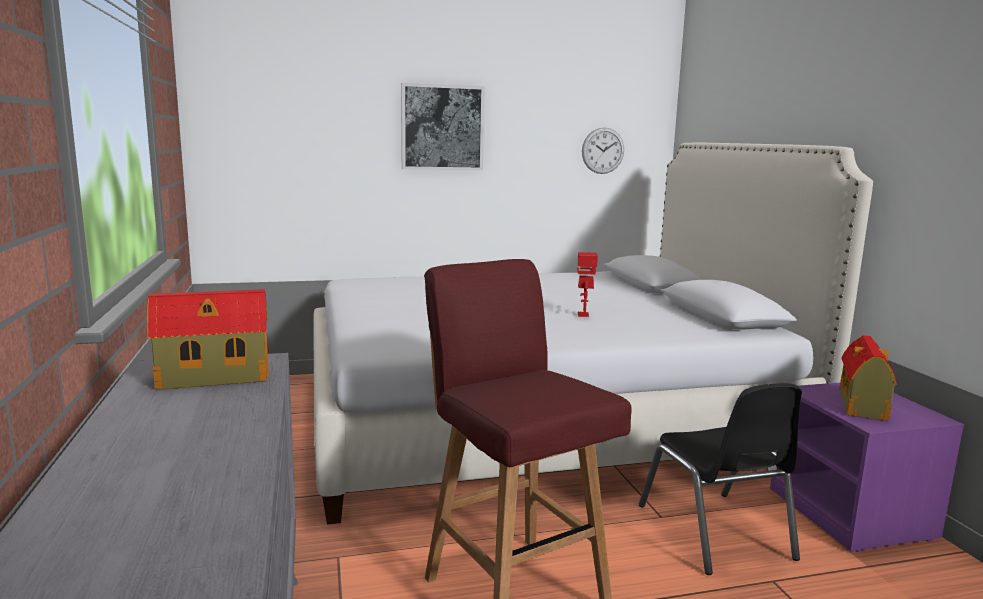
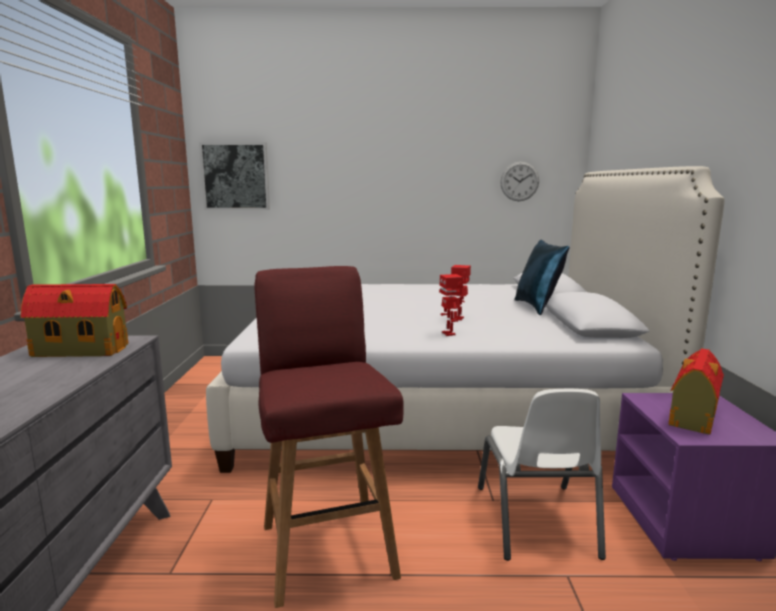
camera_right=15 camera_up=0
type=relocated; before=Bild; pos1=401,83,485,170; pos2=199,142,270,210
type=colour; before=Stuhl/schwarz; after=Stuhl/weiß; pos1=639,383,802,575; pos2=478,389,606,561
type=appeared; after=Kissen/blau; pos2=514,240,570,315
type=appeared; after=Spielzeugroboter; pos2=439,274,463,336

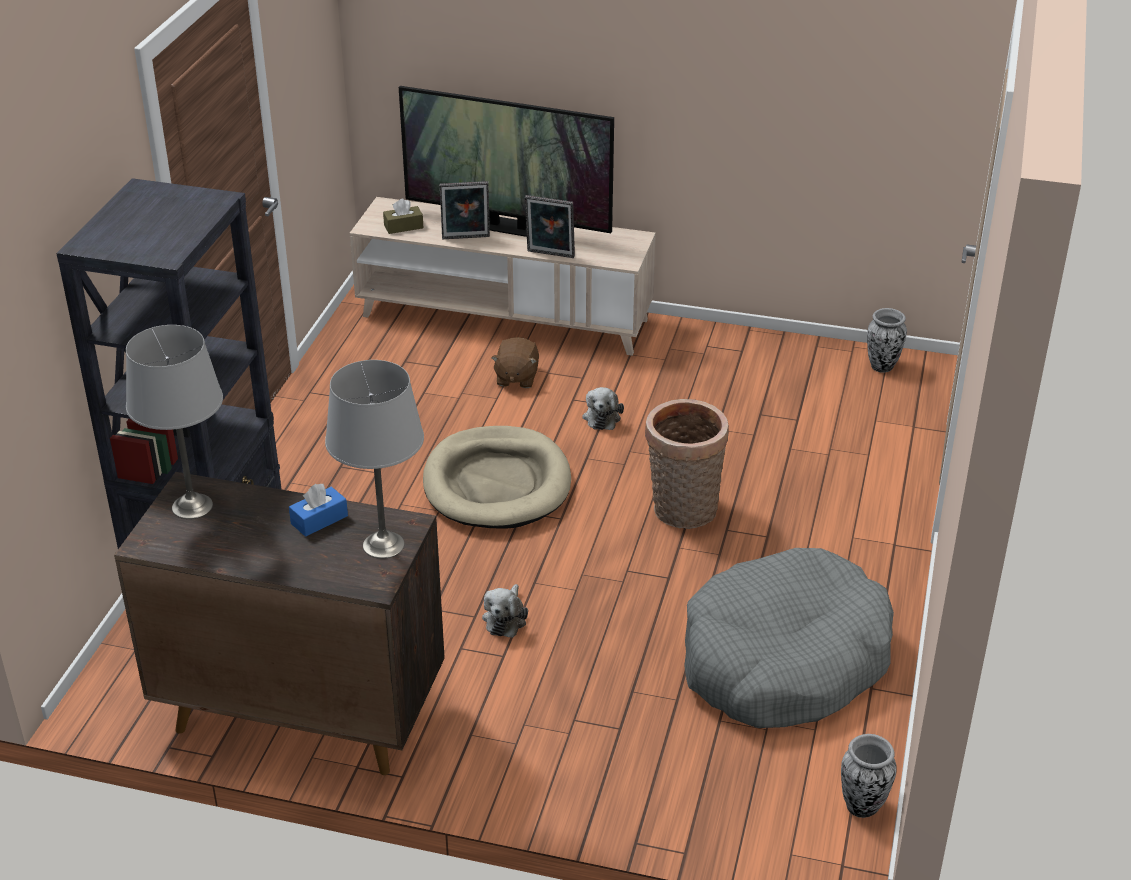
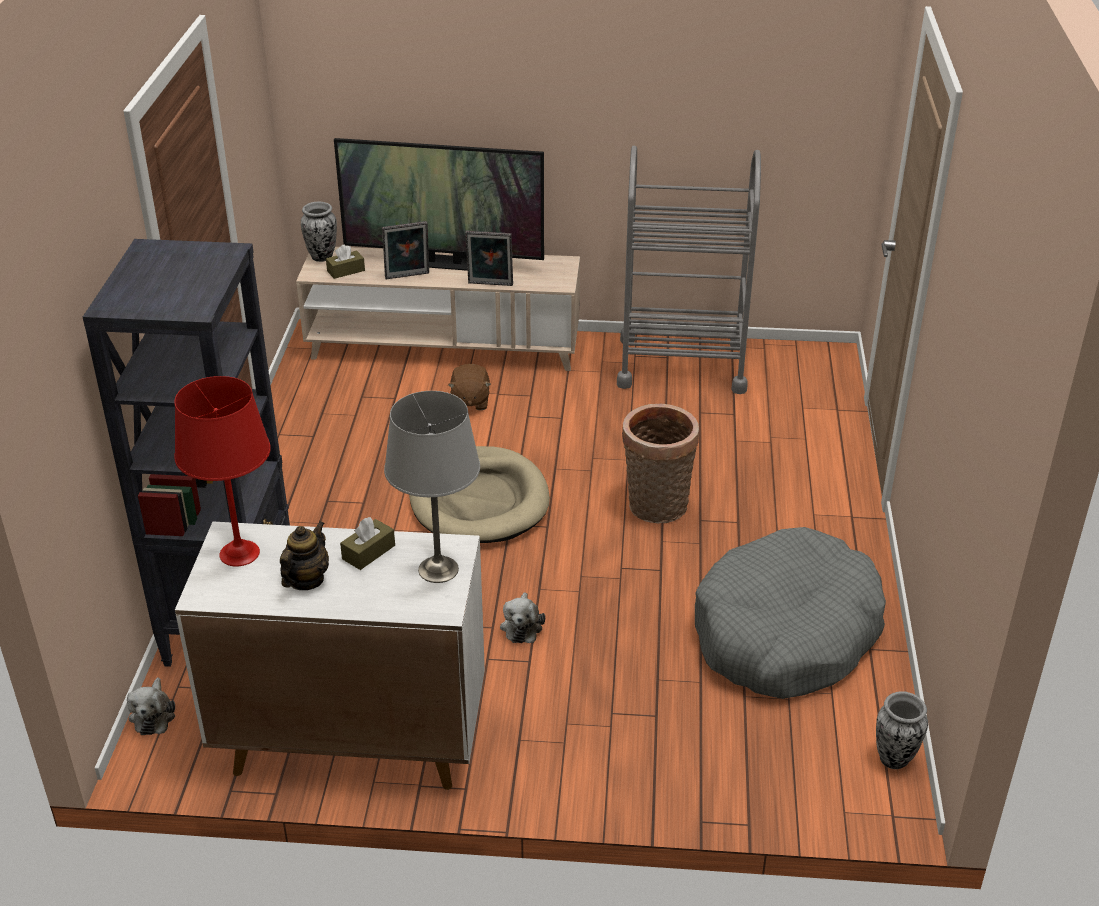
camera_right=-10 camera_up=0
type=relocated; before=Vase; pos1=867,308,907,373; pos2=301,202,337,262
type=colour; before=Tischlampe/grau; after=Tischlampe/rot; pos1=126,325,223,519; pos2=174,376,271,567
type=relocated; before=Plüschtier; pos1=582,387,624,430; pos2=127,678,175,735
type=colour; before=Schrank/braun; after=Schrank/weiß; pos1=114,472,445,775; pos2=175,522,485,790
type=colour; before=Taschentuchbox/blau; after=Taschentuchbox/braun; pos1=289,484,348,537; pos2=340,517,395,570
type=appeared; after=Rollwagen/grau; pos2=617,145,761,394
type=appeared; after=Teekanne; pos2=280,521,329,590

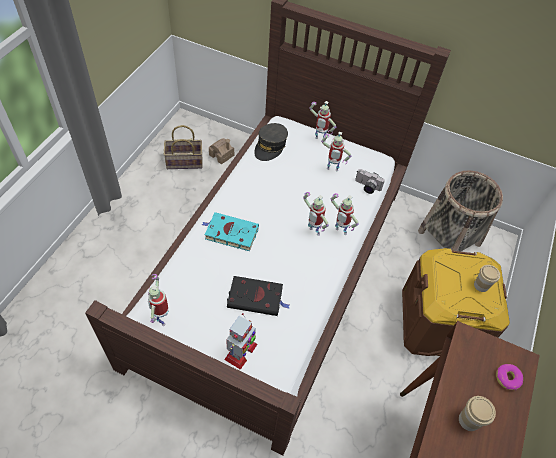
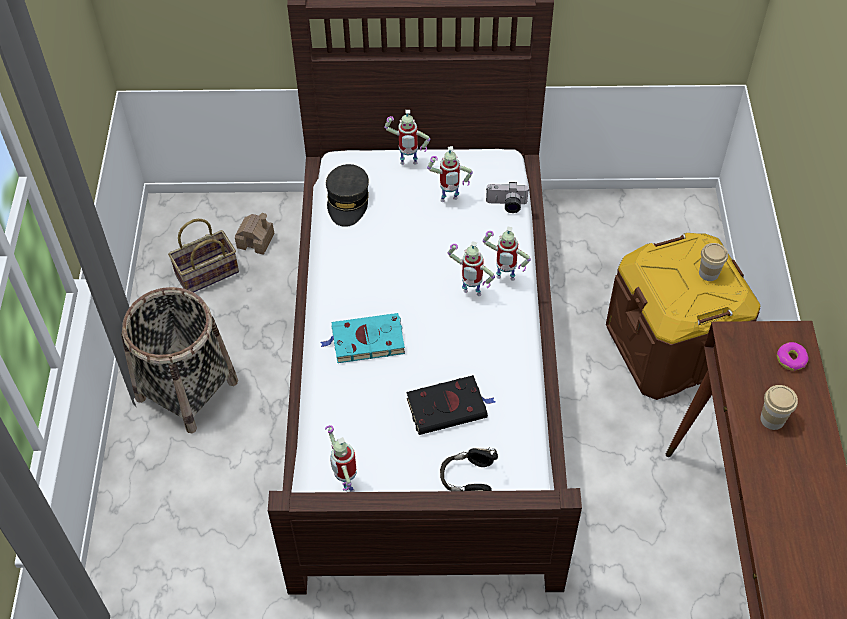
camera_right=-20 camera_up=0
type=relocated; before=Korb; pos1=418,170,503,252; pos2=121,287,238,433
type=exchanged; before=Spielzeugroboter; after=Kopfhörer/schwarz; pos1=224,313,258,370; pos2=440,447,498,491

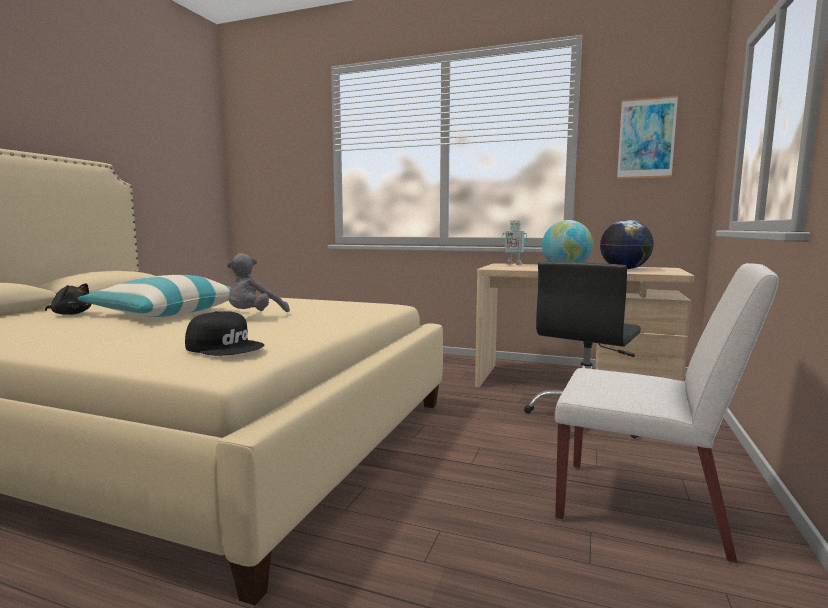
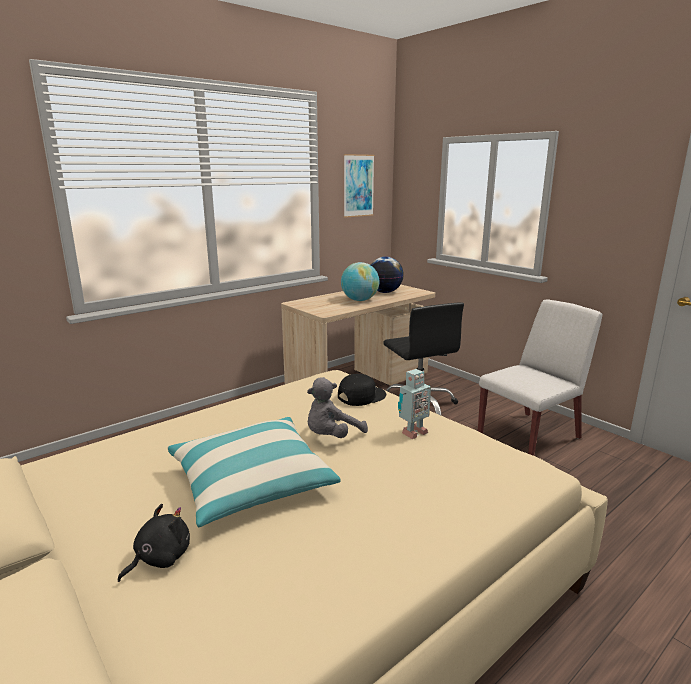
camera_right=-60 camera_up=10
type=relocated; before=Spielzeugroboter; pos1=502,221,527,265; pos2=398,369,431,439
type=spun; before=Plüschtier/grau; pos1=227,253,290,312; pos2=307,377,368,438; turn=75
type=relocated; before=Kappe/schwarz; pos1=185,311,264,356; pos2=338,374,386,406

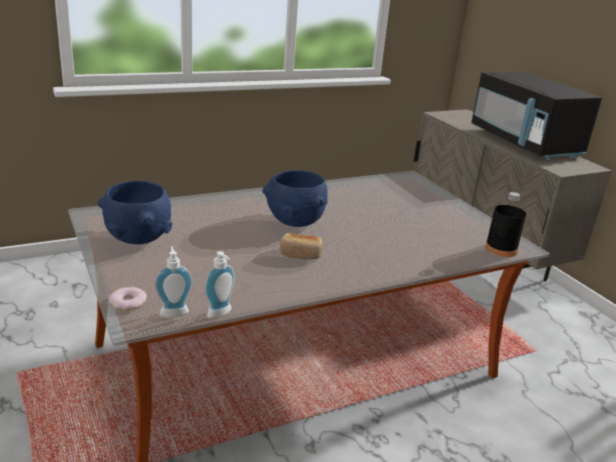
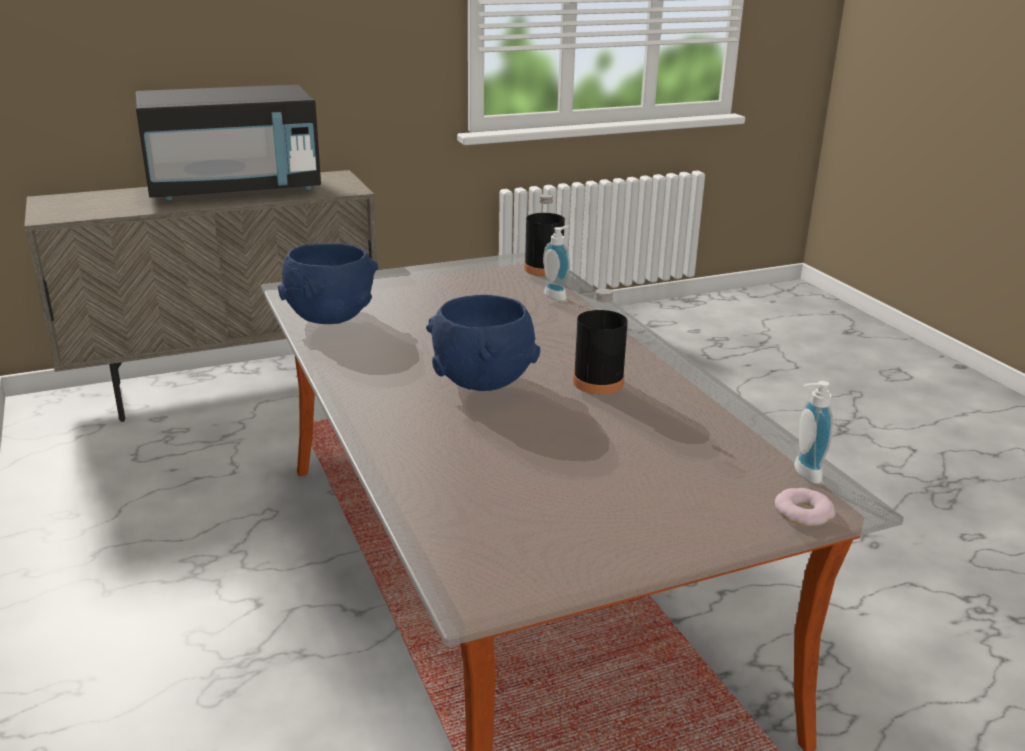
camera_right=-85 camera_up=0
type=relocated; before=Schüssel/blau; pos1=98,181,172,244; pos2=278,243,378,324
type=exchanged; before=Brot; after=Flasche/schwarz; pos1=280,233,322,259; pos2=573,288,628,394
type=relocated; before=Seifenspender; pos1=205,251,235,318; pos2=543,226,570,301

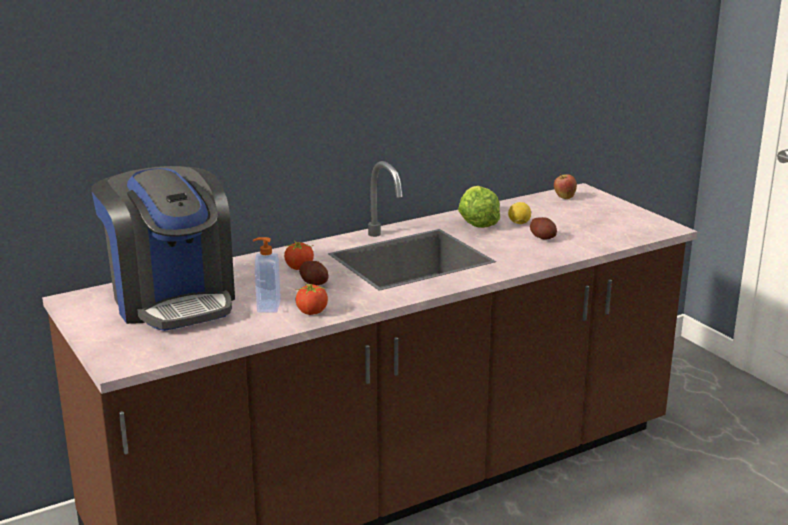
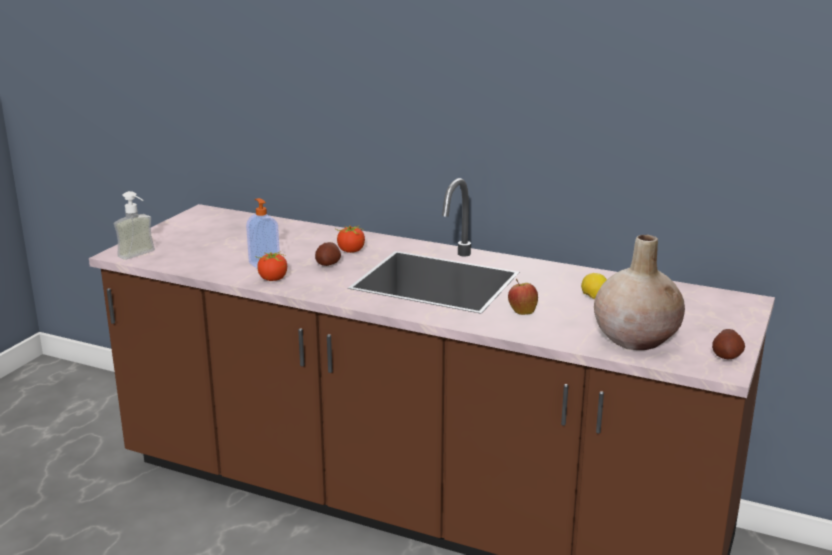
camera_right=55 camera_up=0
type=missing; before=Kaffeemaschine; pos1=91,166,235,331
type=relocated; before=Apfel; pos1=554,174,577,199; pos2=508,279,538,315
type=missing; before=Salatkopf; pos1=458,186,500,228
type=relocated; before=Kartoffel; pos1=530,217,557,240; pos2=712,329,745,359
type=appeared; after=Seifenspender; pos2=114,191,155,260
type=appeared; after=Vase/beige; pos2=594,235,685,350

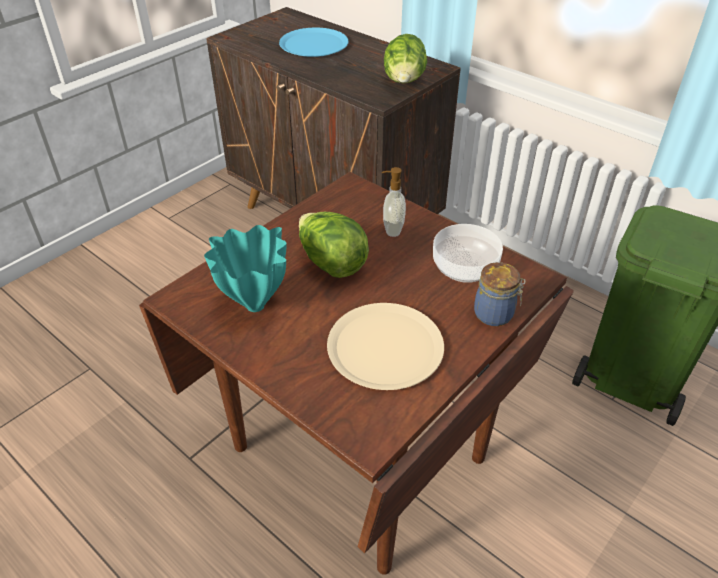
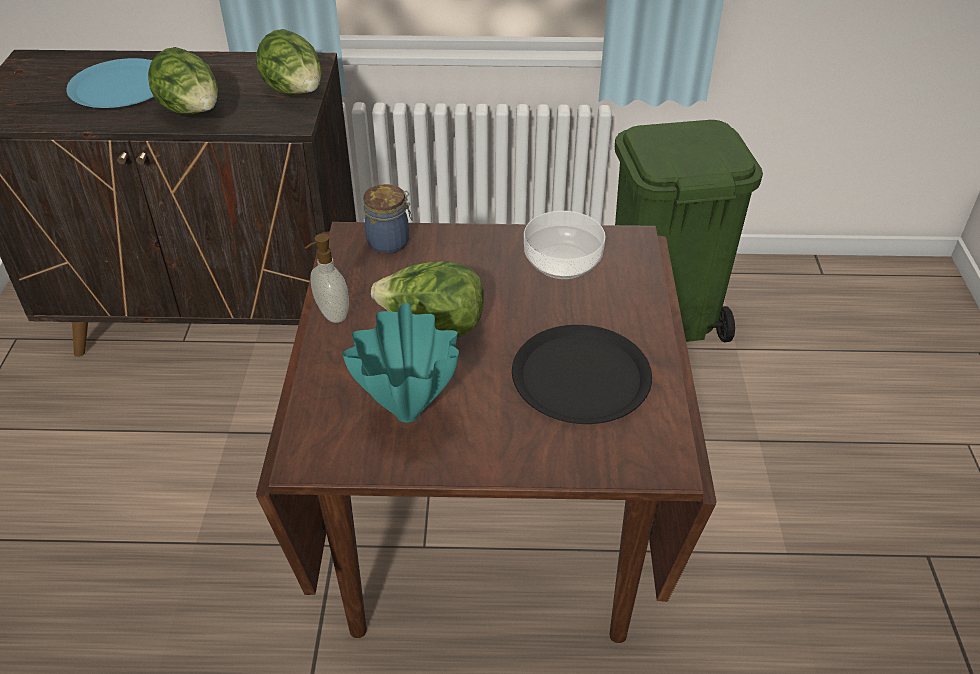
camera_right=-40 camera_up=0
type=relocated; before=Seifenspender; pos1=382,167,406,237; pos2=305,233,349,323
type=relocated; before=Vorratsglas; pos1=474,262,526,326; pos2=363,184,412,254
type=colour; before=Teller/beige; after=Teller/schwarz; pos1=327,303,444,390; pos2=512,325,652,424
type=appeared; after=Salatkopf; pos2=148,47,218,115

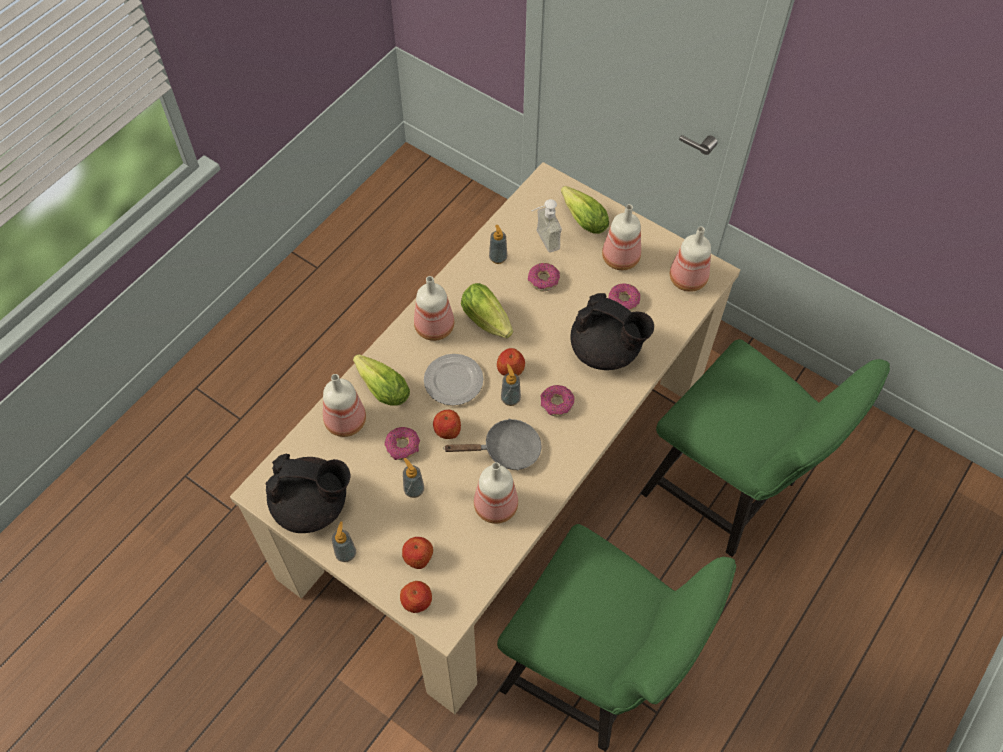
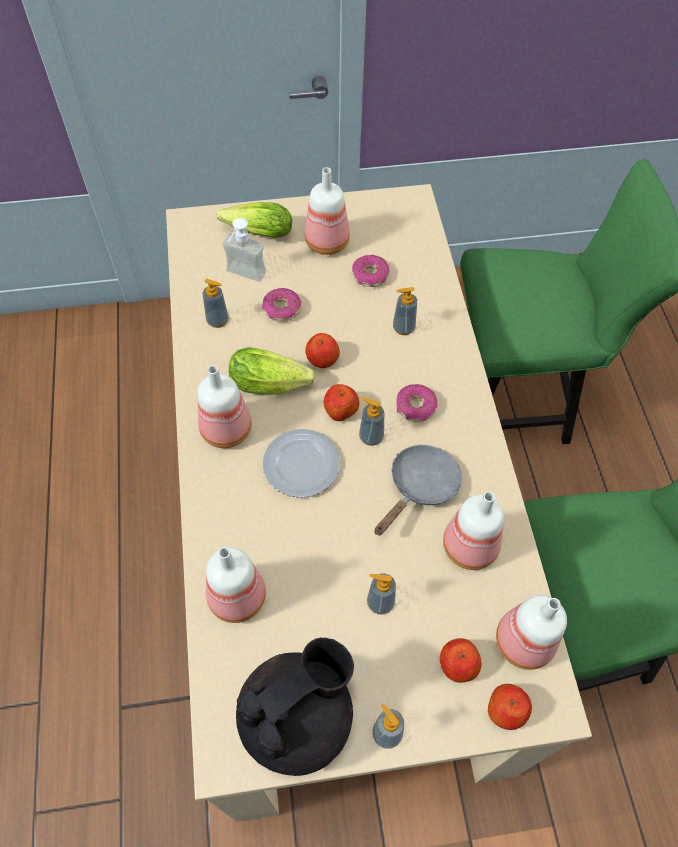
camera_right=-45 camera_up=0
type=relocated; before=Flasche; pos1=670,226,711,292; pos2=496,595,567,670
type=exchanged; before=Teekanne/schwarz; after=Seifenspender; pos1=570,293,654,370; pos2=393,287,417,335
type=missing; before=Salatkopf; pos1=353,354,410,406
type=relocated; before=Apfel; pos1=433,410,461,439; pos2=305,333,340,368
type=missing; before=Donut; pos1=384,427,420,460

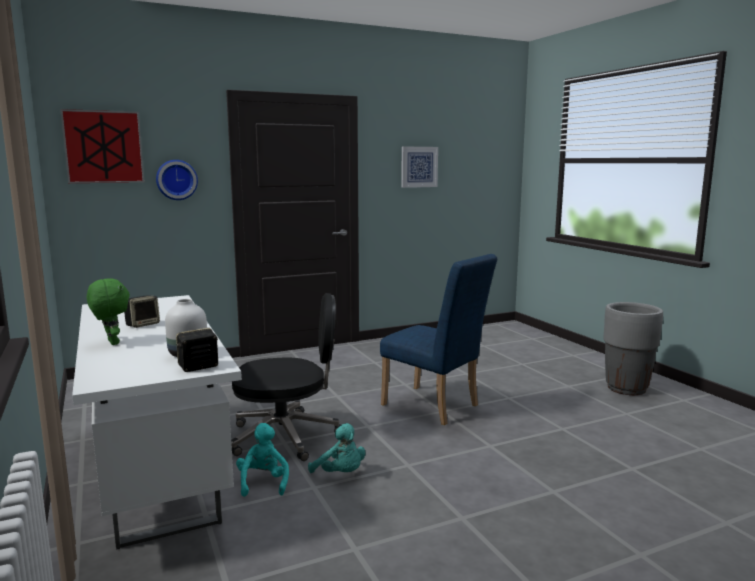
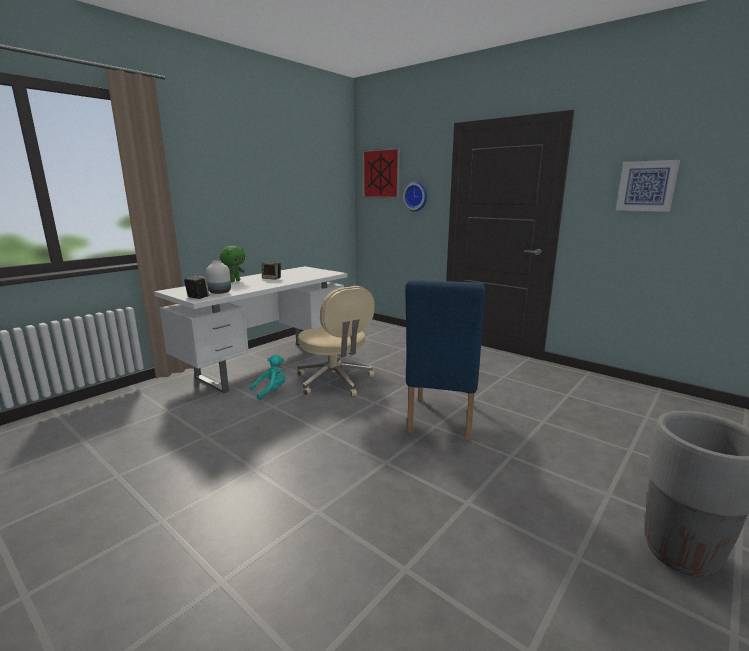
camera_right=65 camera_up=5
type=colour; before=Bürostuhl/schwarz; after=Bürostuhl/beige; pos1=231,293,341,461; pos2=297,286,374,397
type=missing; before=Plüschtier/türkis; pos1=308,423,365,473

